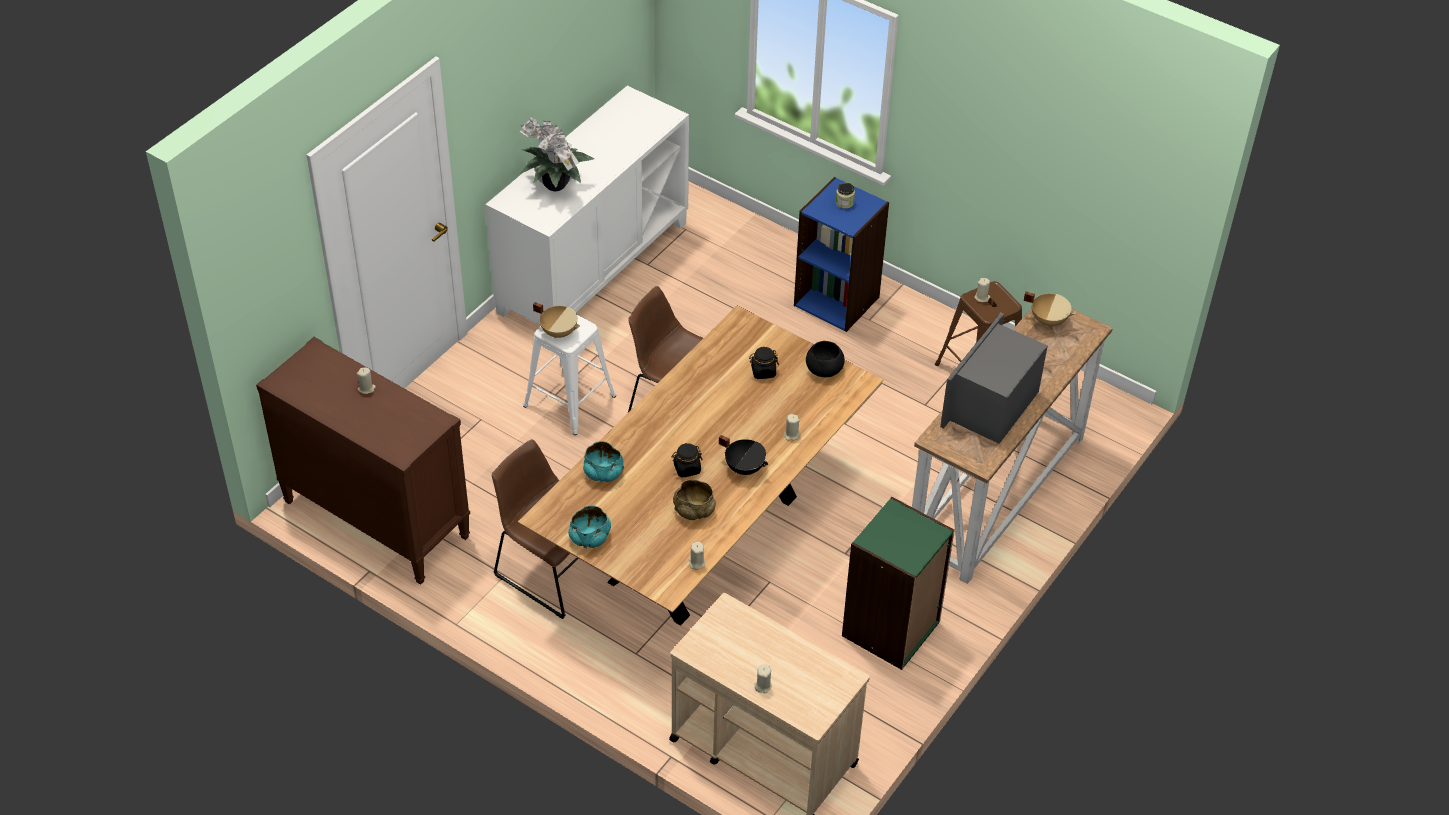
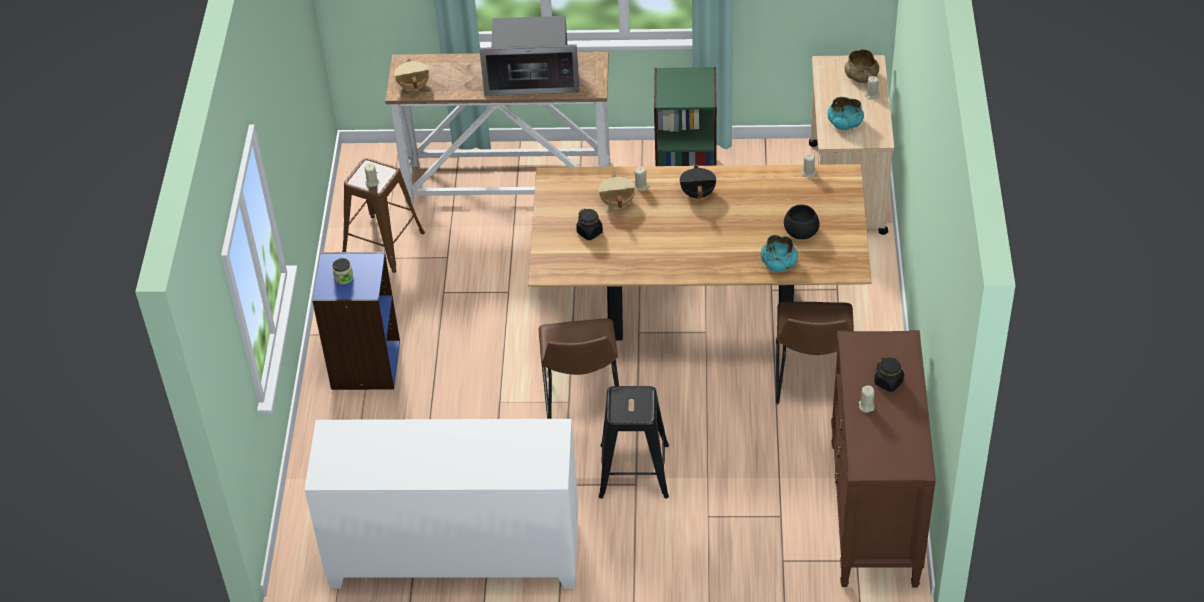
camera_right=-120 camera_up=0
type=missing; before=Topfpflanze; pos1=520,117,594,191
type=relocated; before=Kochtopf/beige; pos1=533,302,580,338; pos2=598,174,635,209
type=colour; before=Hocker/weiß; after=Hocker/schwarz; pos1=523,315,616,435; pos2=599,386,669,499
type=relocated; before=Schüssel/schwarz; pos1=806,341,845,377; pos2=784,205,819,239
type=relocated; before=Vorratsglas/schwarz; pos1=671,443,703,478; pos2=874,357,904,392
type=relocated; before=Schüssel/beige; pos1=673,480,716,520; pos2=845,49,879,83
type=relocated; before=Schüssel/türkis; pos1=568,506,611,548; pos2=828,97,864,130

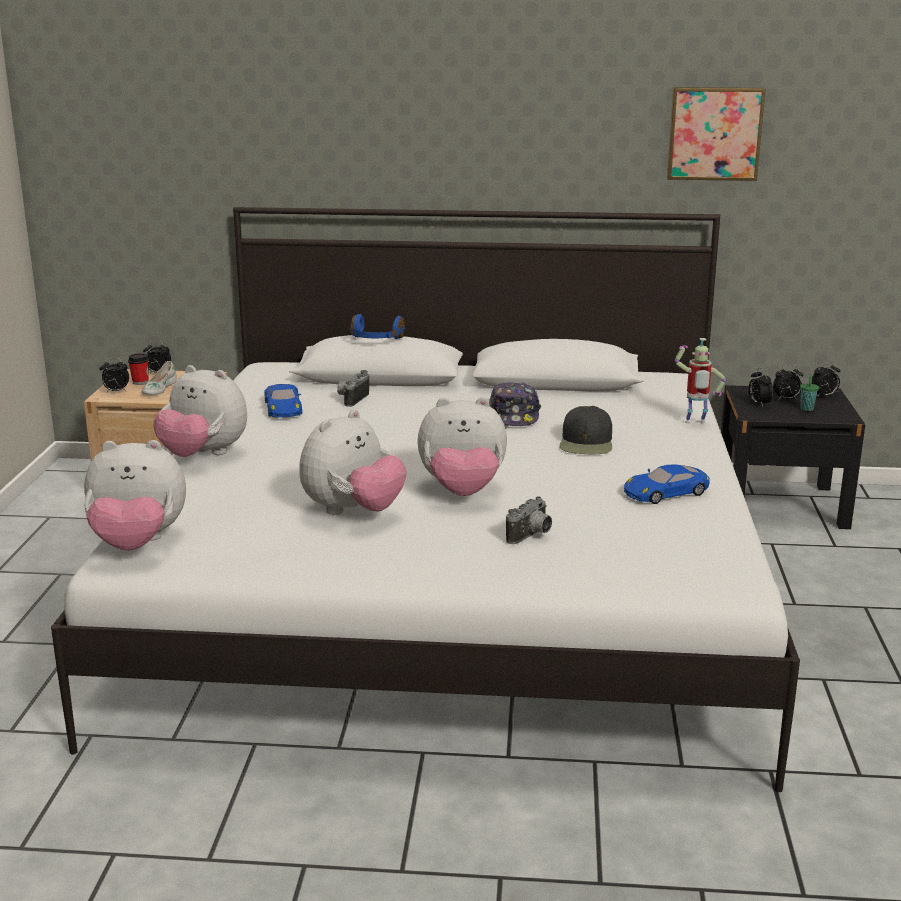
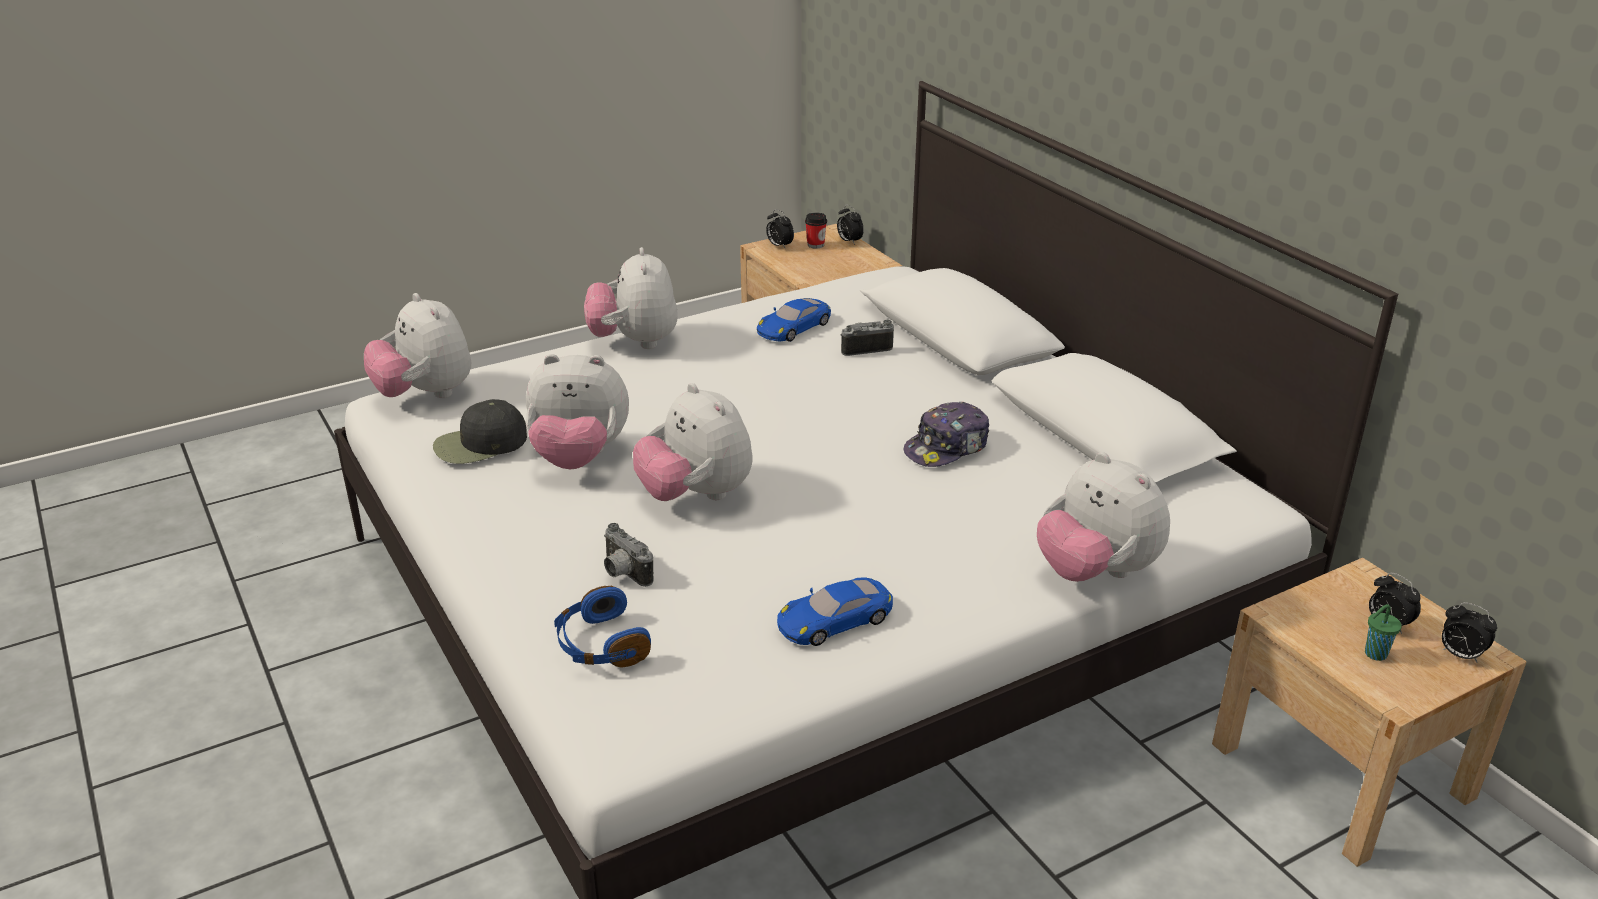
camera_right=55 camera_up=10
type=missing; before=Bild; pos1=667,87,765,181
type=relocated; before=Kopfhörer/blau; pos1=350,314,405,339; pos2=554,586,651,667
type=exchanged; before=Spielzeugroboter; after=Plüschtier; pos1=675,338,726,423; pos2=1037,452,1170,582
type=missing; before=Schuh/weiß; pos1=142,361,177,395
type=missing; before=Wecker; pos1=748,368,773,407
type=colour; before=Nachttisch/schwarz; after=Nachttisch/beige; pos1=721,385,865,529; pos2=1212,558,1526,867
type=relocated; before=Kappe/schwarz; pos1=560,406,612,454; pos2=433,399,527,464
type=spun; before=Spielzeugauto/blau; pos1=624,464,710,504; pos2=777,577,893,646; turn=-60
type=spun; before=Kamera; pos1=506,496,552,544; pos2=604,523,653,587; turn=45

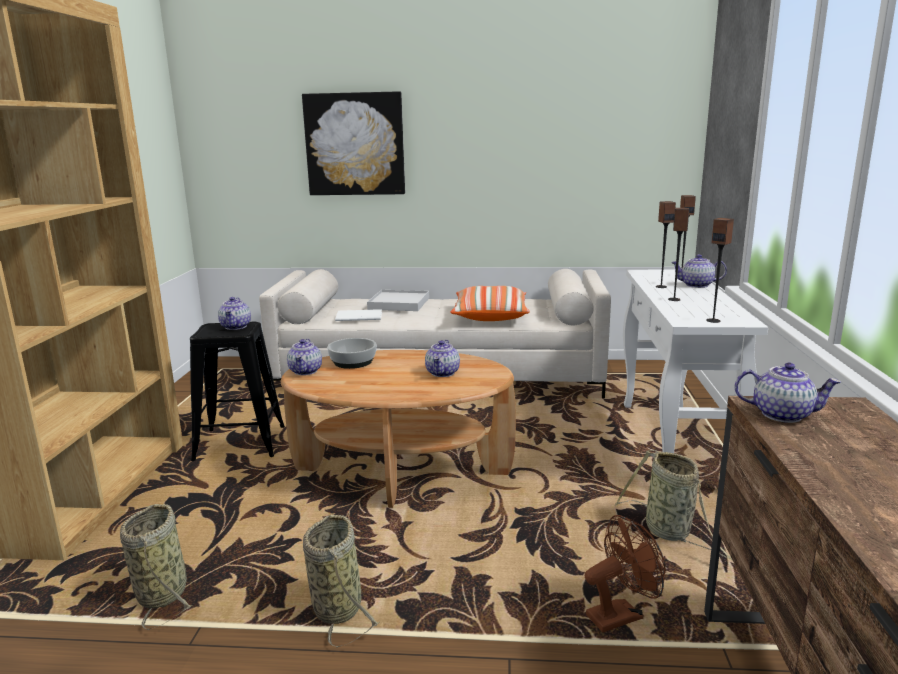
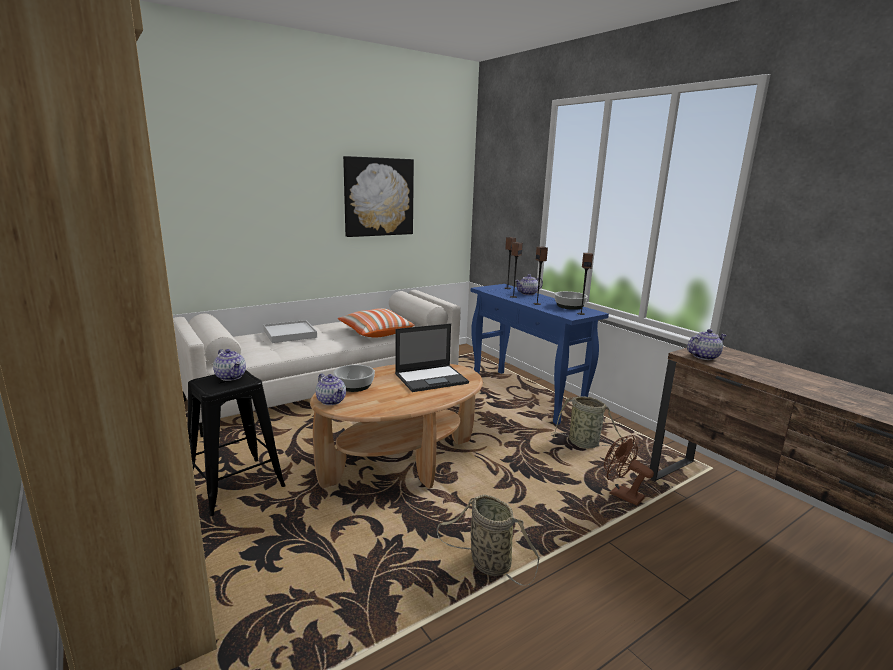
camera_right=-40 camera_up=0
type=relocated; before=Bild; pos1=302,91,405,195; pos2=343,156,414,237
type=colour; before=Konsolentisch/weiß; after=Konsolentisch/blau; pos1=623,270,768,453; pos2=471,284,609,425
type=missing; before=Buch/weiß; pos1=335,309,382,321
type=exchanged; before=Teekanne; after=Laptop; pos1=425,340,460,377; pos2=395,323,469,392
type=missing; before=Korb; pos1=120,504,192,630
type=spun; before=Ventilator/braun; pos1=585,515,665,632; pos2=604,435,654,506; turn=-75
type=appeared; after=Schüssel; pos2=555,291,588,310

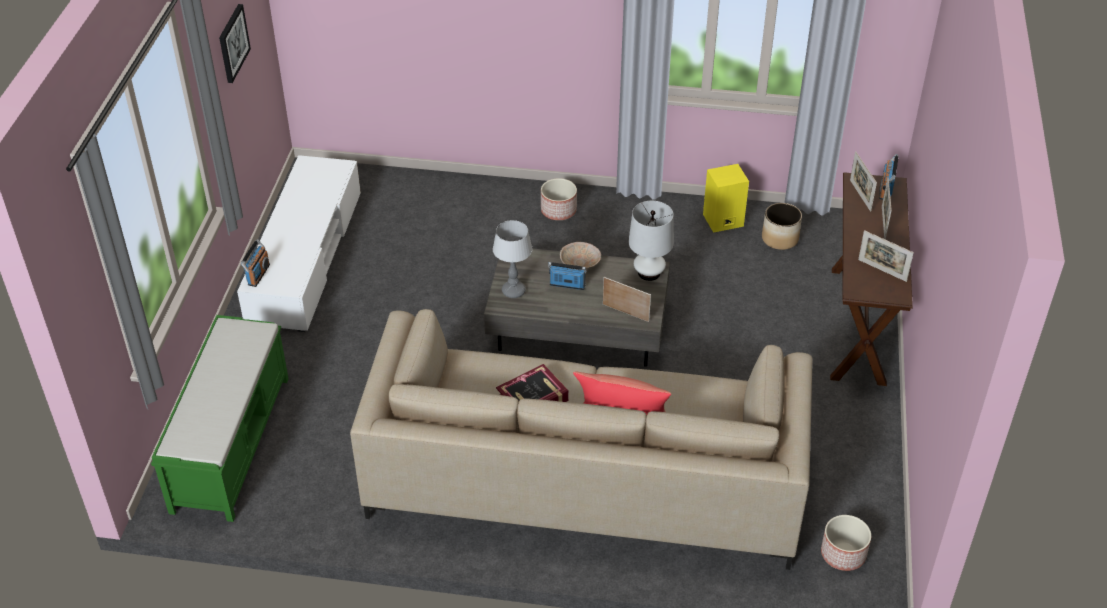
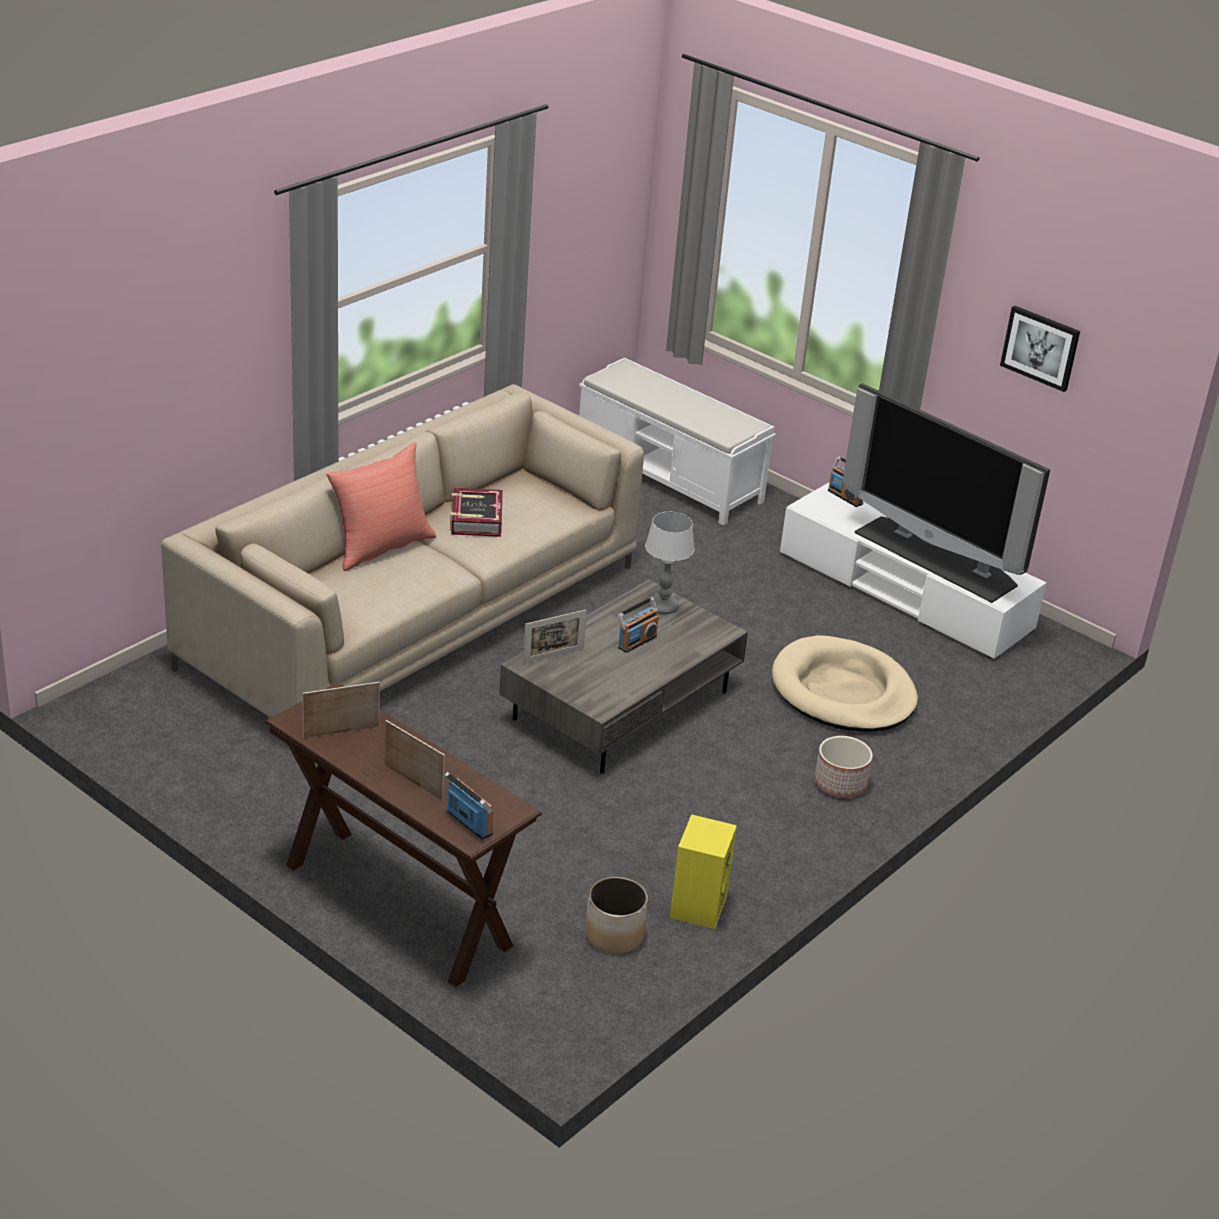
camera_right=120 camera_up=-10
type=missing; before=Bilderrahmen; pos1=850,151,877,212
type=missing; before=Tischlampe/weiß; pos1=629,201,674,281
type=missing; before=Schüssel/beige; pos1=560,242,601,268
type=colour; before=Bank/grün; after=Bank/weiß; pos1=151,315,289,522; pos2=579,358,776,525
type=missing; before=Pflanzkübel; pos1=821,515,871,571
type=appeared; after=Fernseher; pos2=842,383,1050,603
type=appeared; after=Hundebett/beige; pos2=772,635,918,732

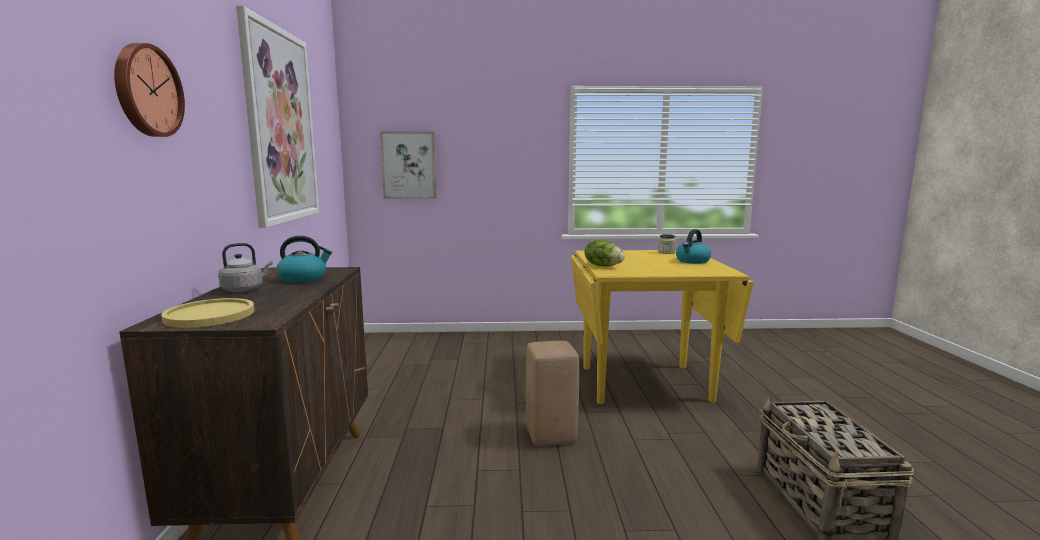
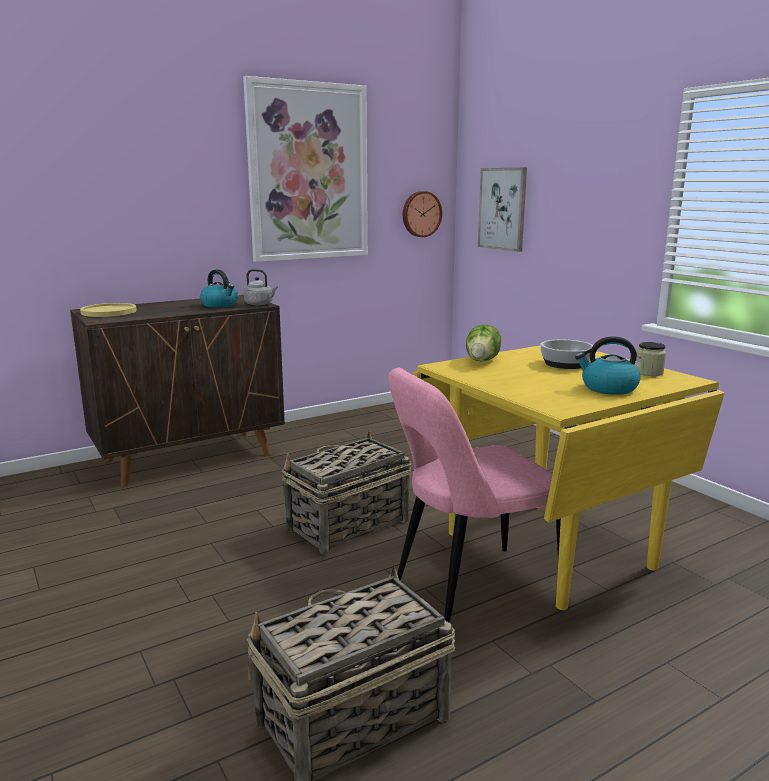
camera_right=60 camera_up=5
type=relocated; before=Wanduhr; pos1=114,43,185,137; pos2=403,191,442,237
type=relocated; before=Wasserkessel/grau; pos1=218,243,273,292; pos2=244,269,278,305
type=exchanged; before=Hocker/beige; after=Korb; pos1=526,341,579,446; pos2=281,431,412,555
type=appeared; after=Schüssel; pos2=540,340,593,369
type=appeared; after=Stuhl/rosa; pos2=388,368,561,623

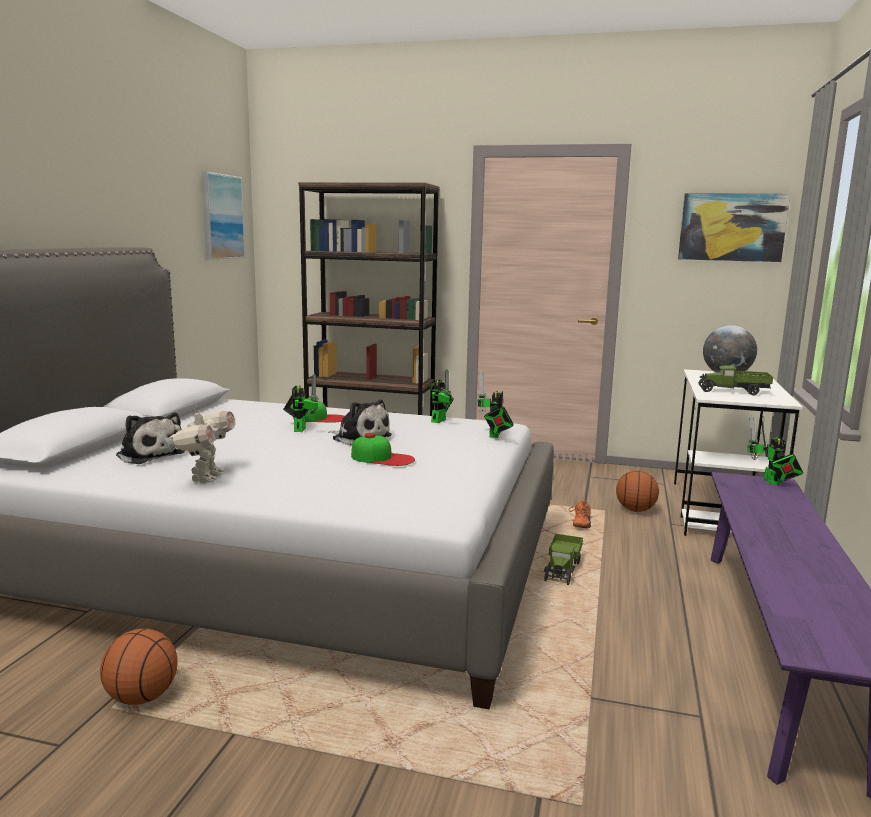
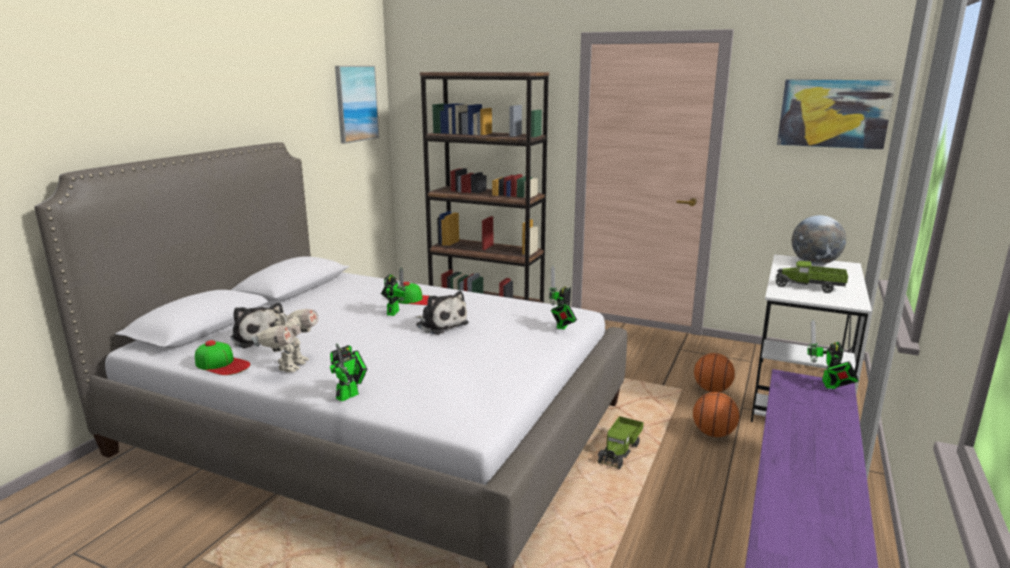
camera_right=10 camera_up=5
type=relocated; before=Spielzeugroboter; pos1=431,369,454,423; pos2=330,343,367,402
type=relocated; before=Kappe; pos1=351,433,415,466; pos2=195,340,250,375
type=missing; before=Schuh/orange; pos1=568,500,591,528
type=relocated; before=Basketball; pos1=100,629,178,705; pos2=693,392,739,437

